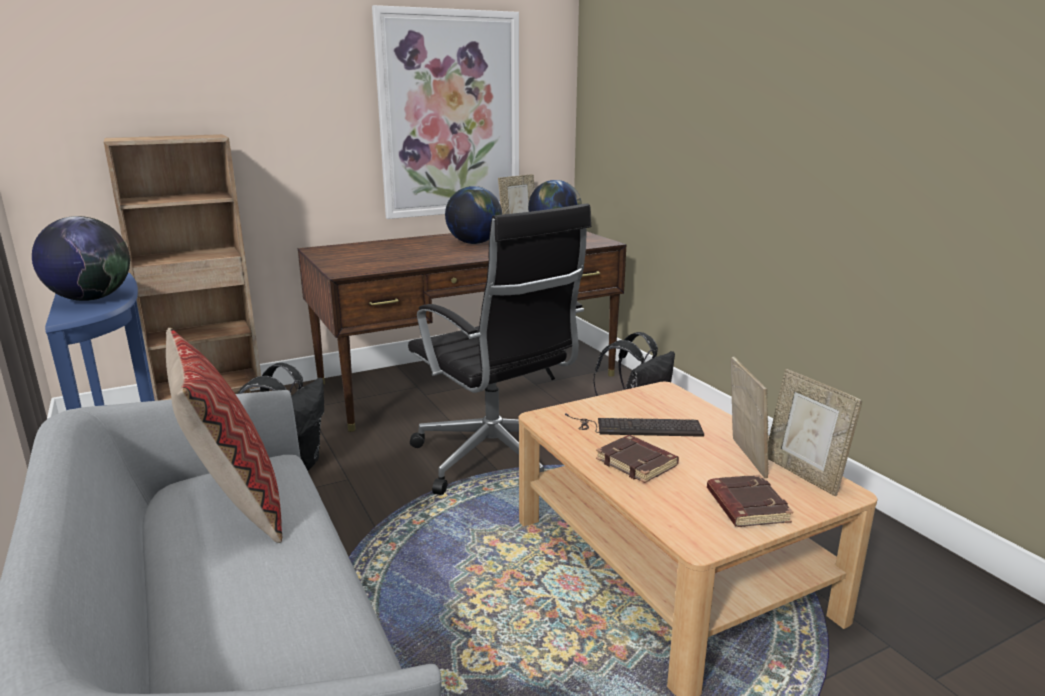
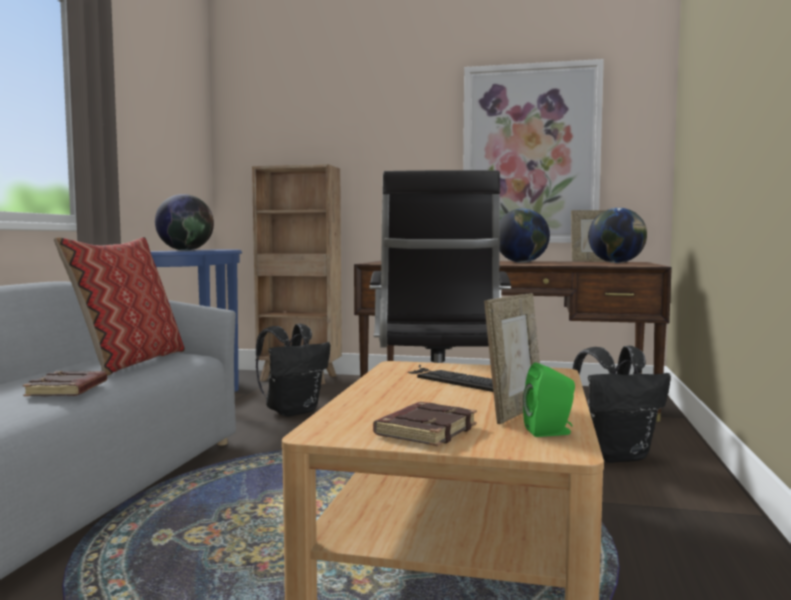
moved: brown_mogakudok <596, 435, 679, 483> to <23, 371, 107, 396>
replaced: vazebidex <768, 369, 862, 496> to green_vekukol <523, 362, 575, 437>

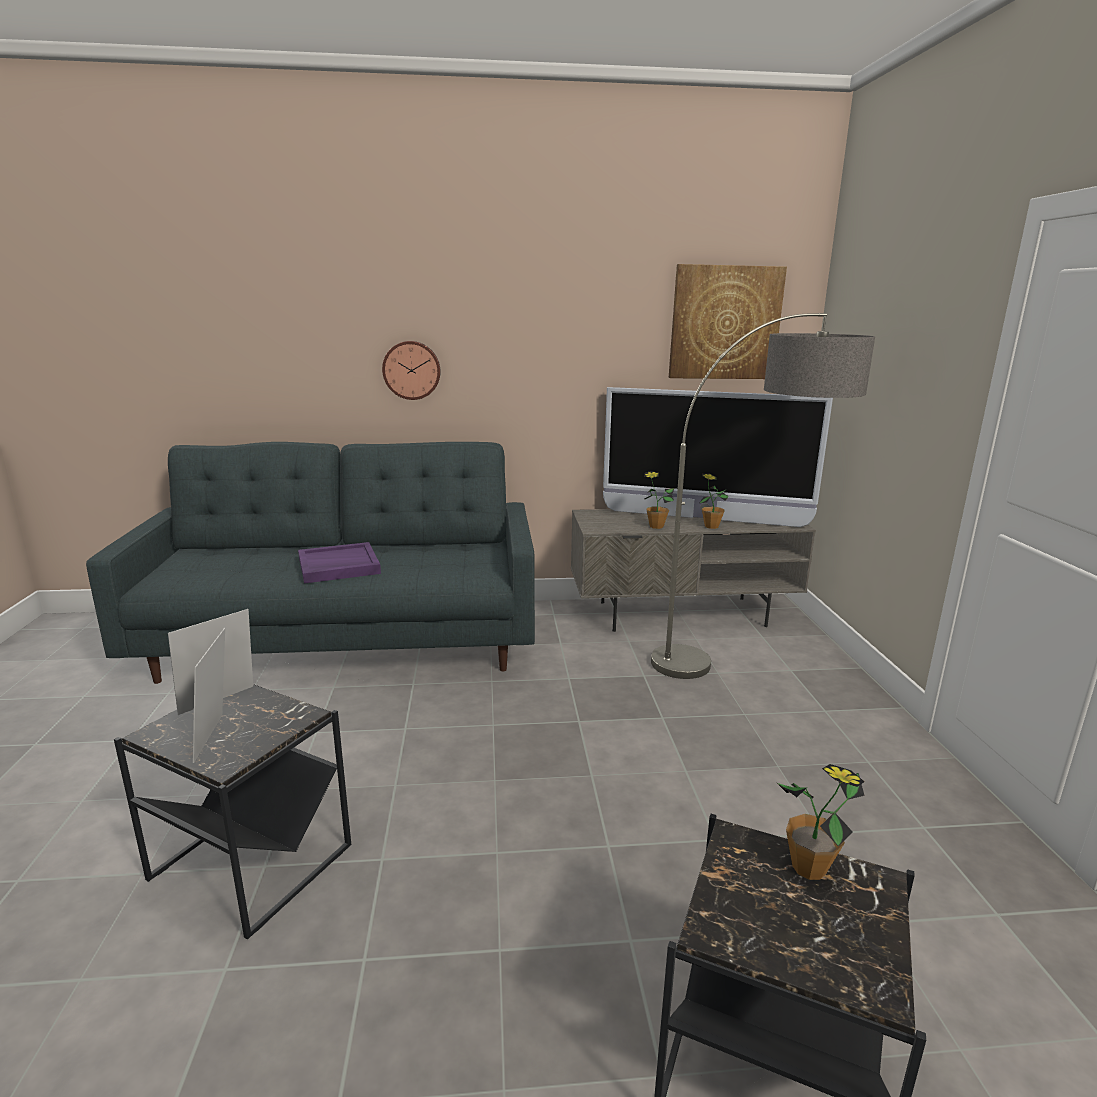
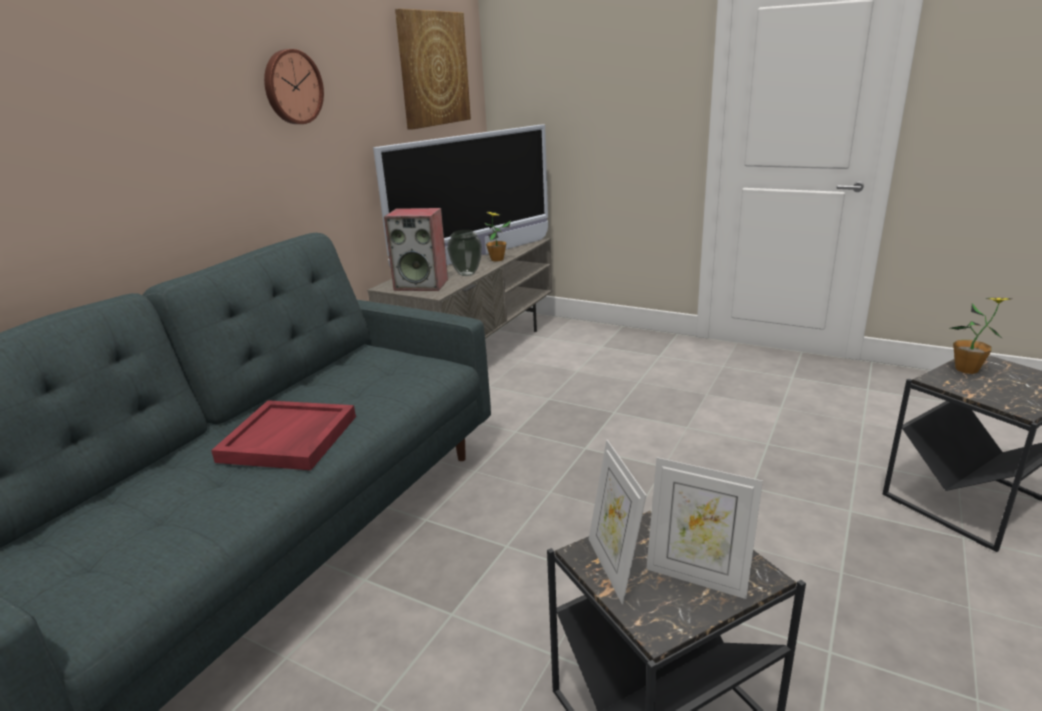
removed: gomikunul <651, 313, 875, 679>
added: vekukol <384, 208, 448, 291>
moved: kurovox <382, 341, 441, 400> to <264, 49, 324, 124>
replaced: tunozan <644, 471, 674, 529> to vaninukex <447, 230, 482, 276>
recoloured: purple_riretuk <298, 542, 381, 584> to red_riretuk <211, 400, 356, 470>

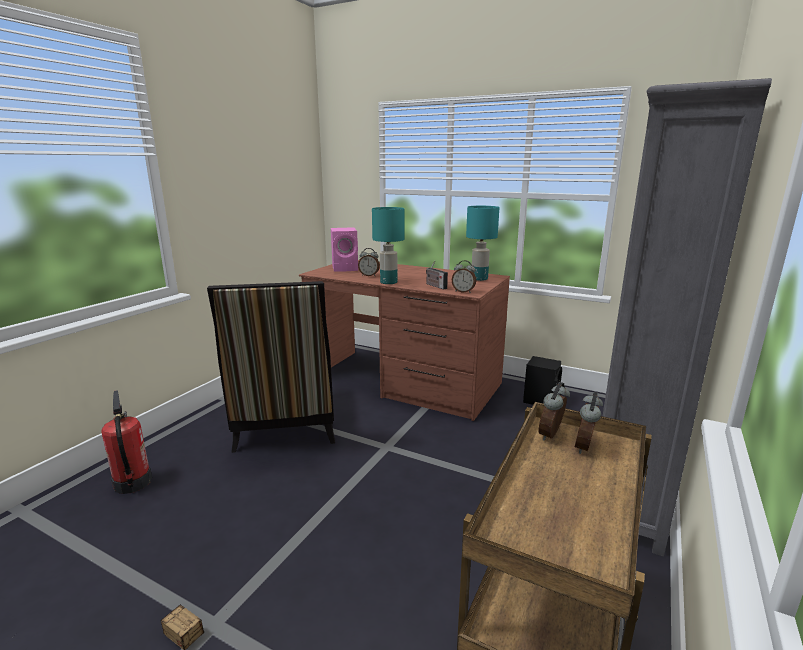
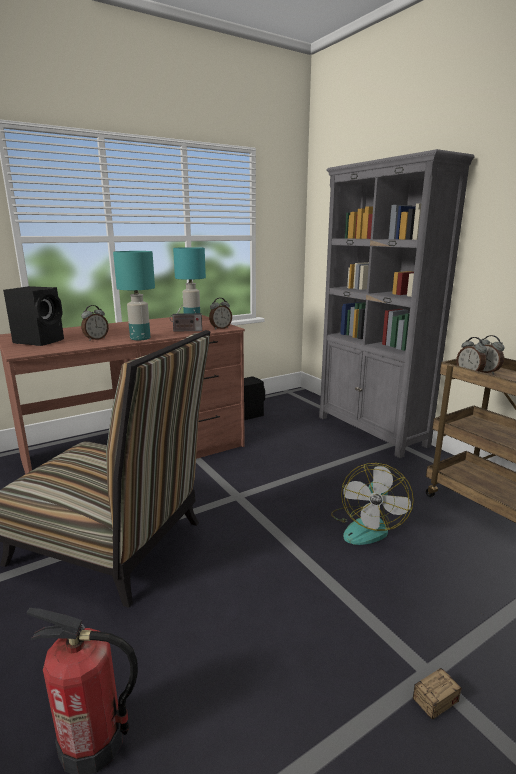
added: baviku <331, 463, 414, 545>
recoloured: pink_vekukol <331, 227, 358, 272> to black_vekukol <3, 286, 64, 346>

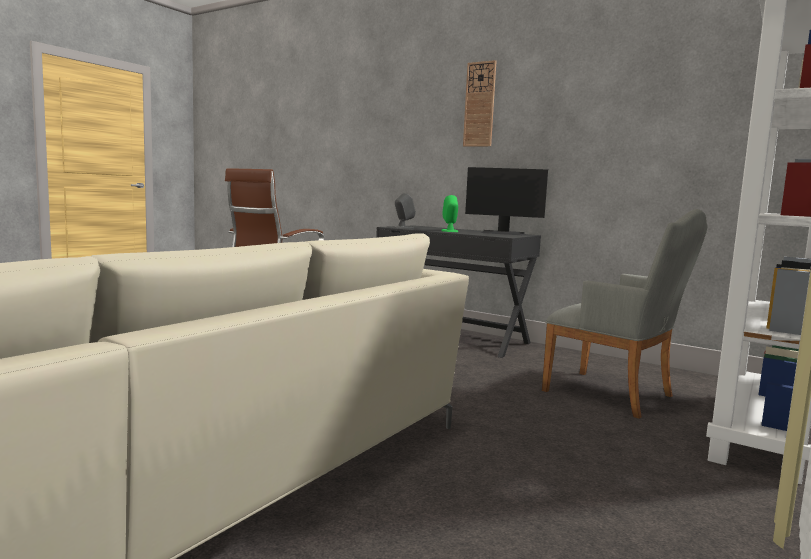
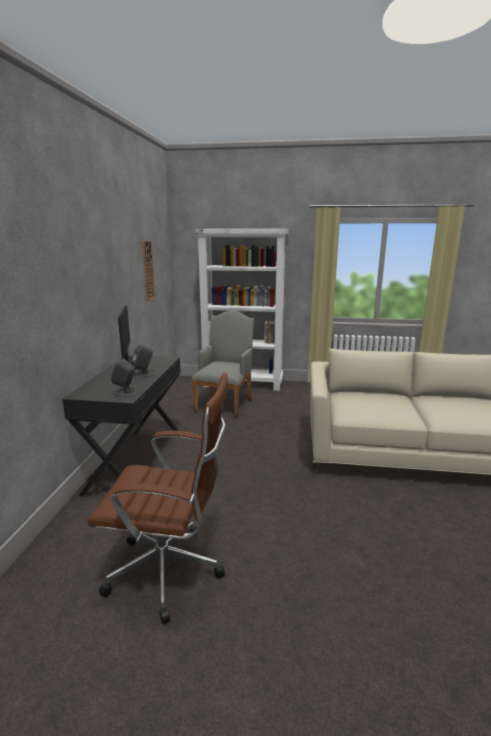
moved: kurovox <463, 60, 496, 147> to <142, 240, 156, 301>
recoloured: green_vekukol <441, 195, 458, 232> to grey_vekukol <131, 344, 154, 379>

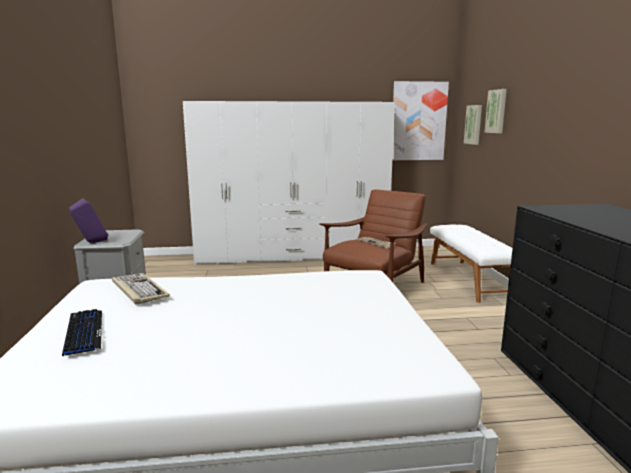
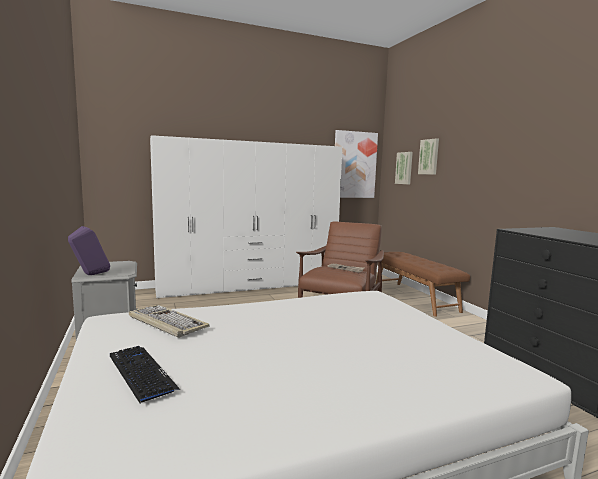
recoloured: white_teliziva <430, 225, 513, 303> to brown_teliziva <375, 252, 470, 317>

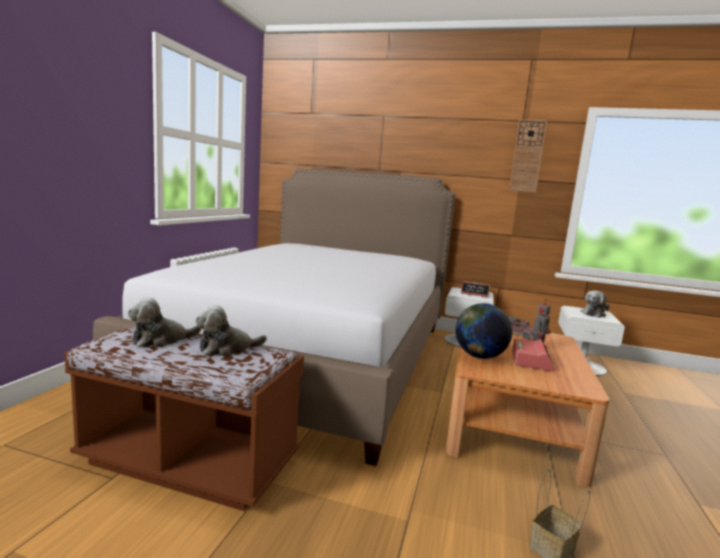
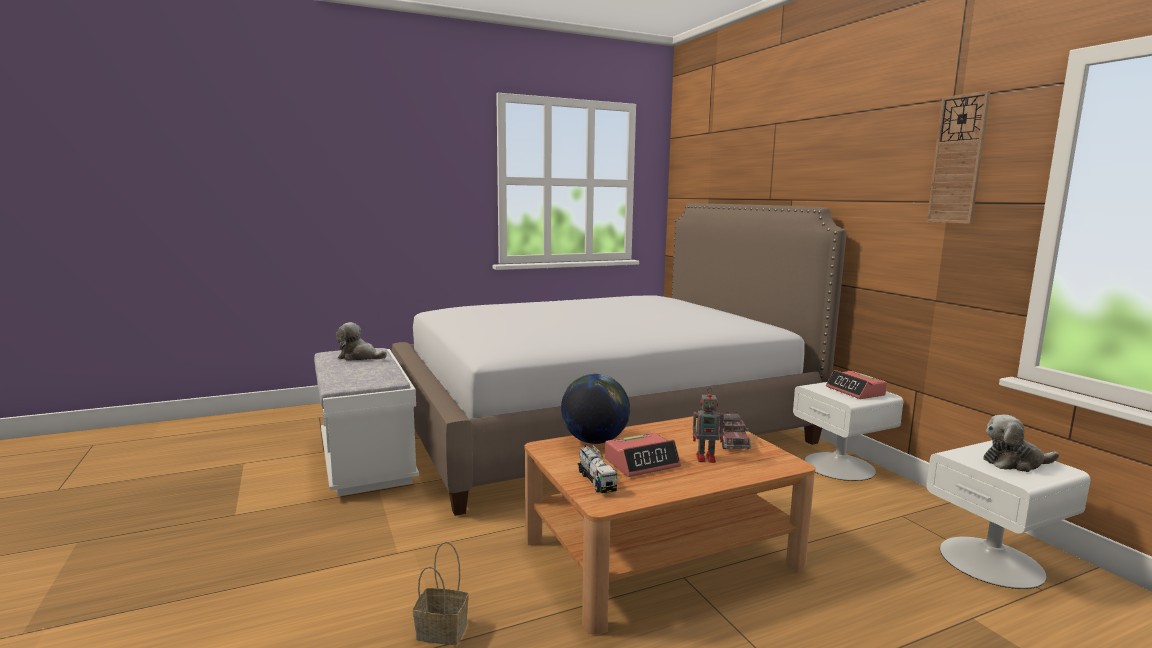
removed: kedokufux <195, 305, 267, 356>
added: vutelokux <577, 444, 617, 493>
recoloured: brown_teliziva <64, 326, 304, 511> to white_teliziva <314, 348, 419, 496>

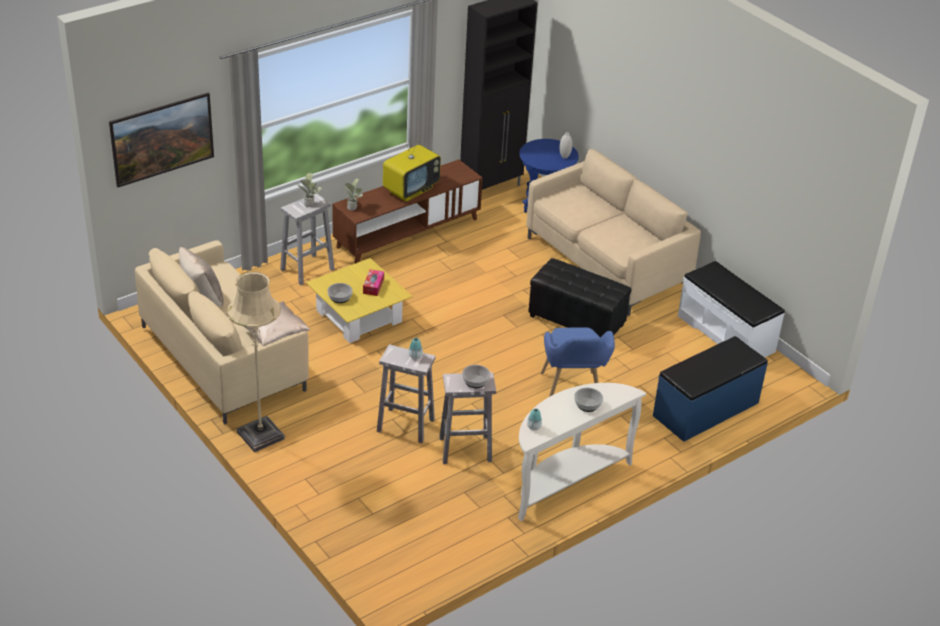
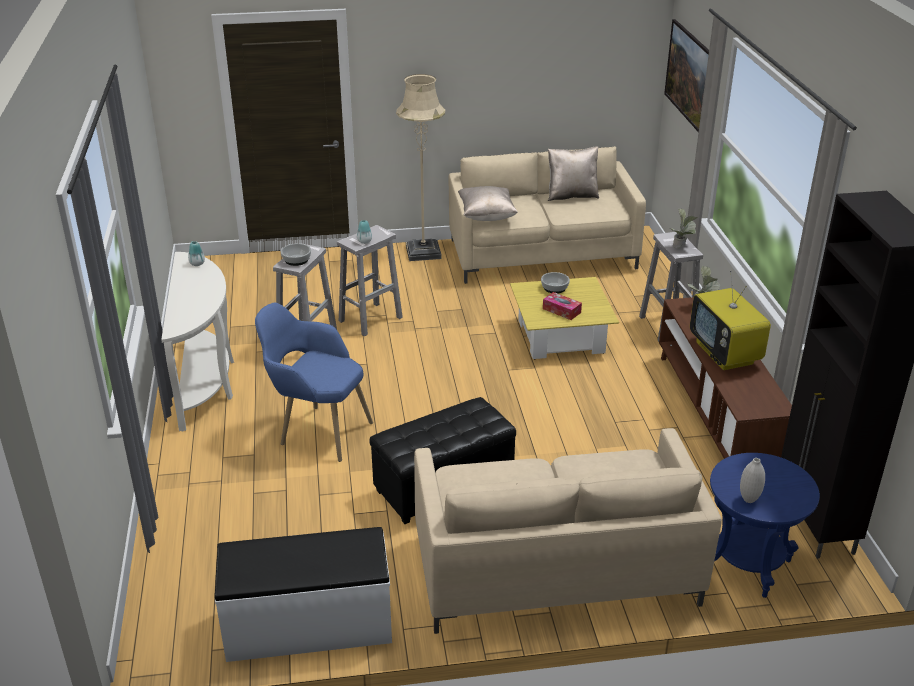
removed: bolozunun <574, 388, 603, 412>; blue_teliziva <653, 336, 768, 442>

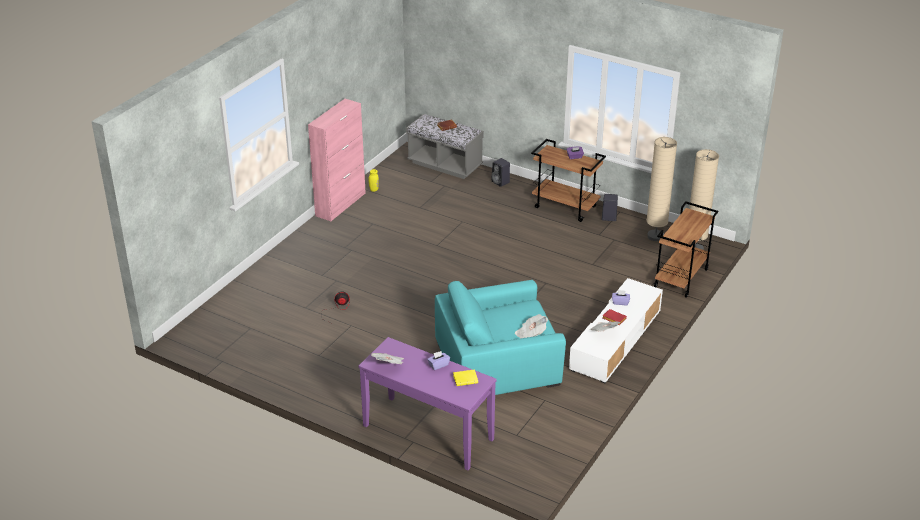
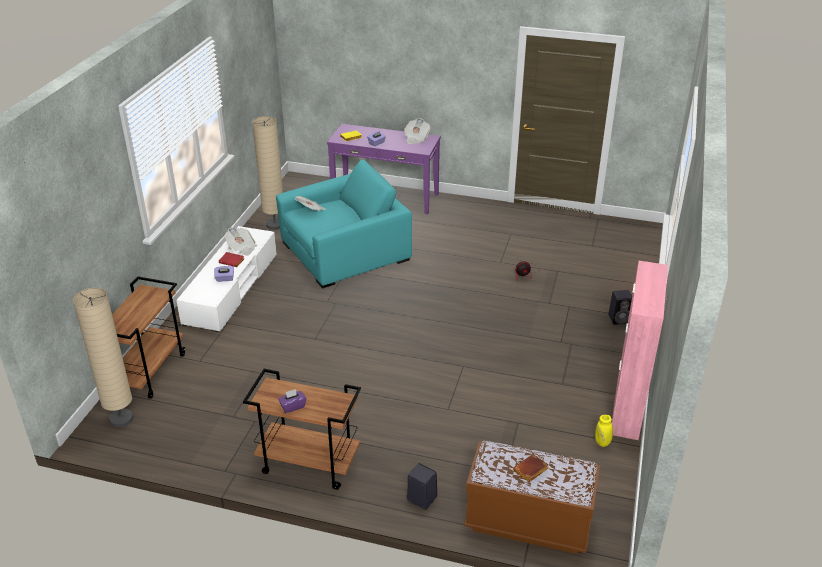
moved: black_vekukol <602, 194, 618, 221> to <608, 290, 632, 325>; beige_gomikunul <646, 137, 677, 241> to <252, 116, 283, 230>
recoloured: grey_teliziva <406, 114, 484, 179> to brown_teliziva <464, 441, 600, 554>

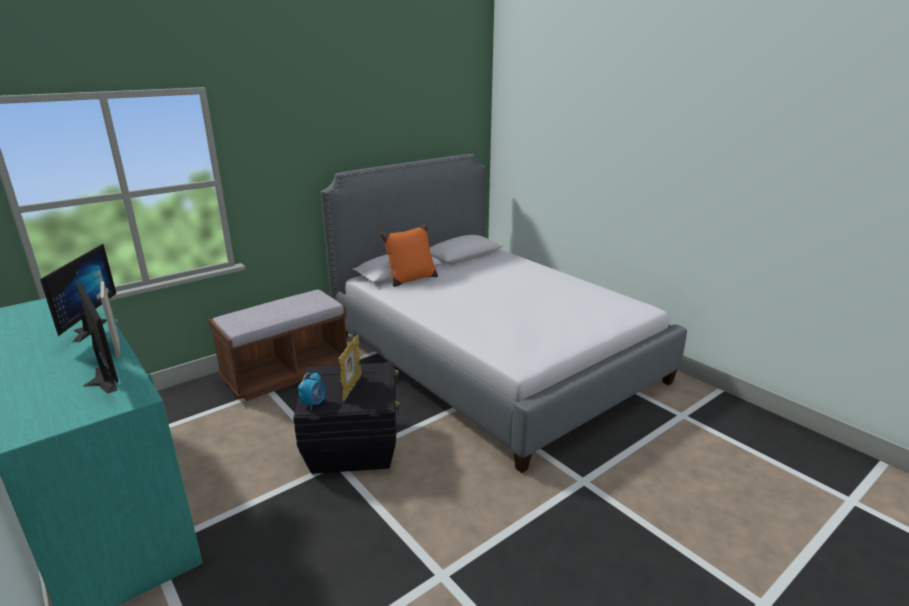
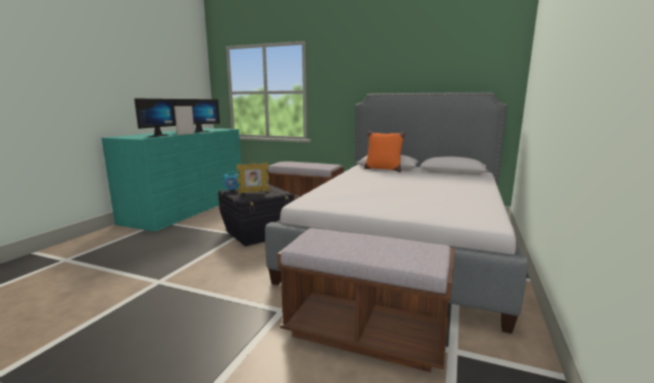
added: brown_teliziva <278, 228, 455, 372>

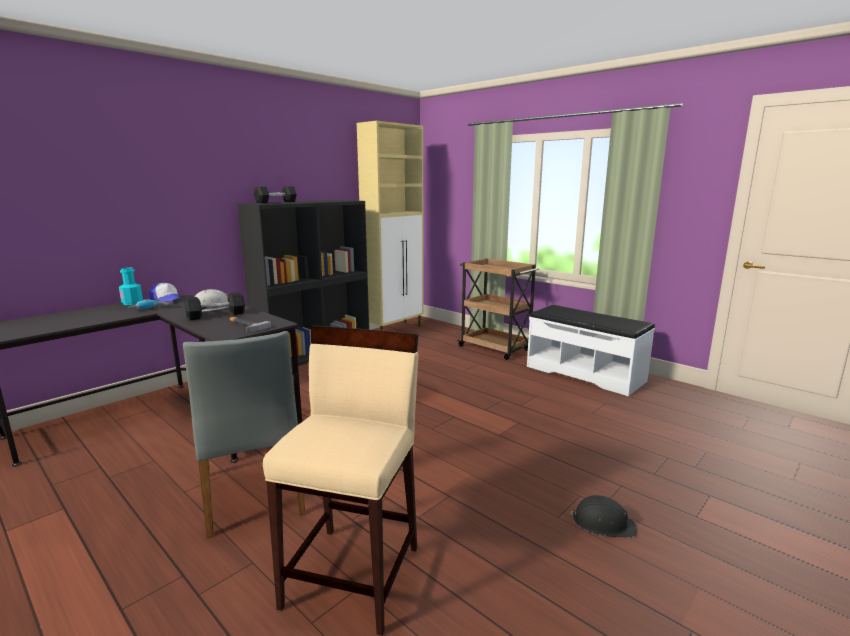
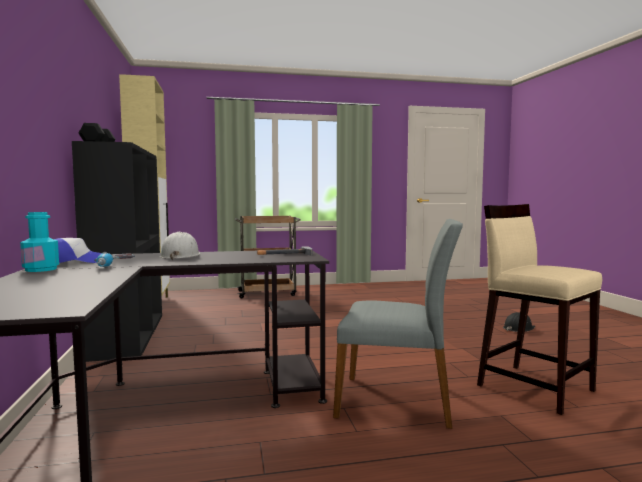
removed: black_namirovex <184, 292, 245, 320>; white_teliziva <527, 305, 655, 396>

